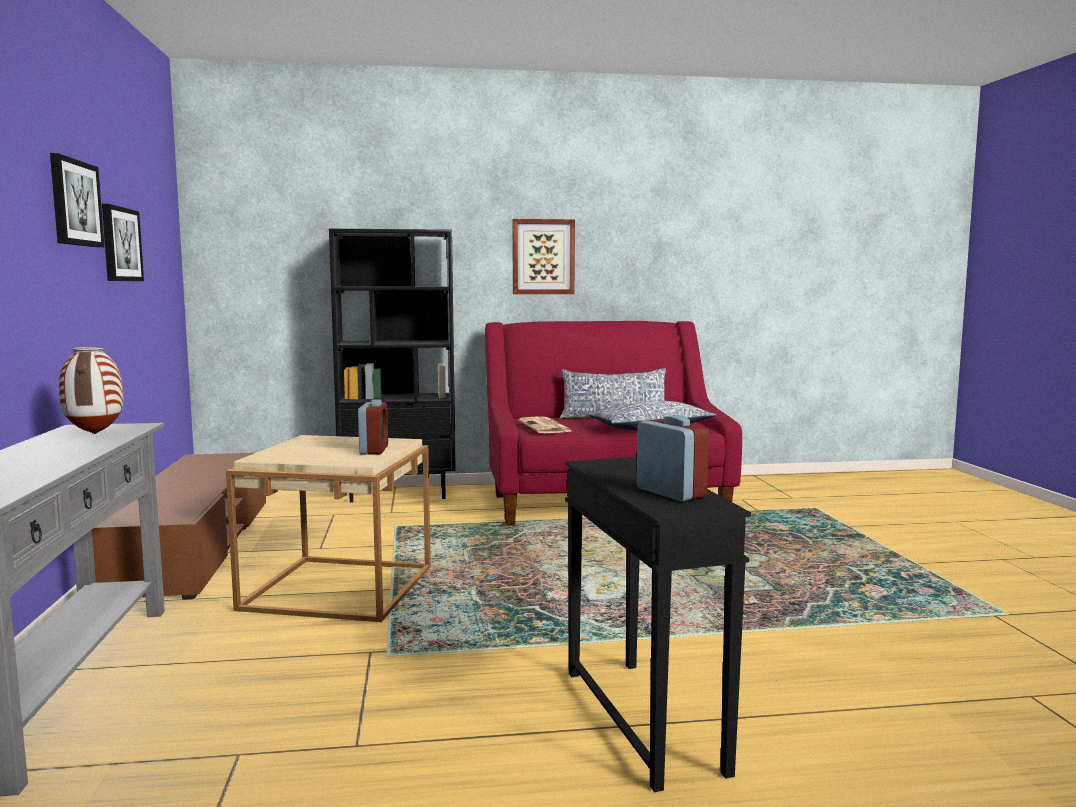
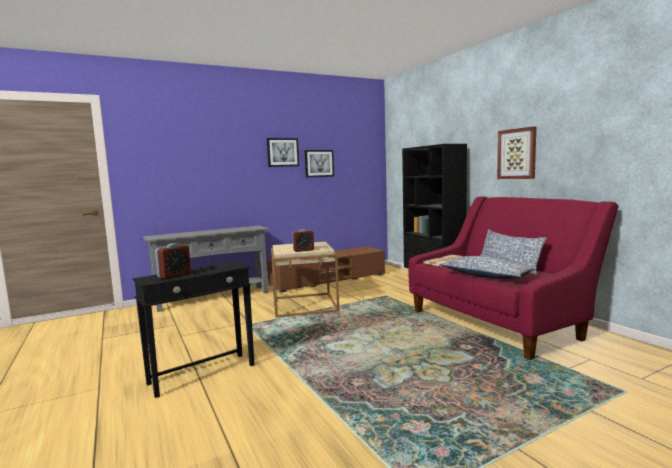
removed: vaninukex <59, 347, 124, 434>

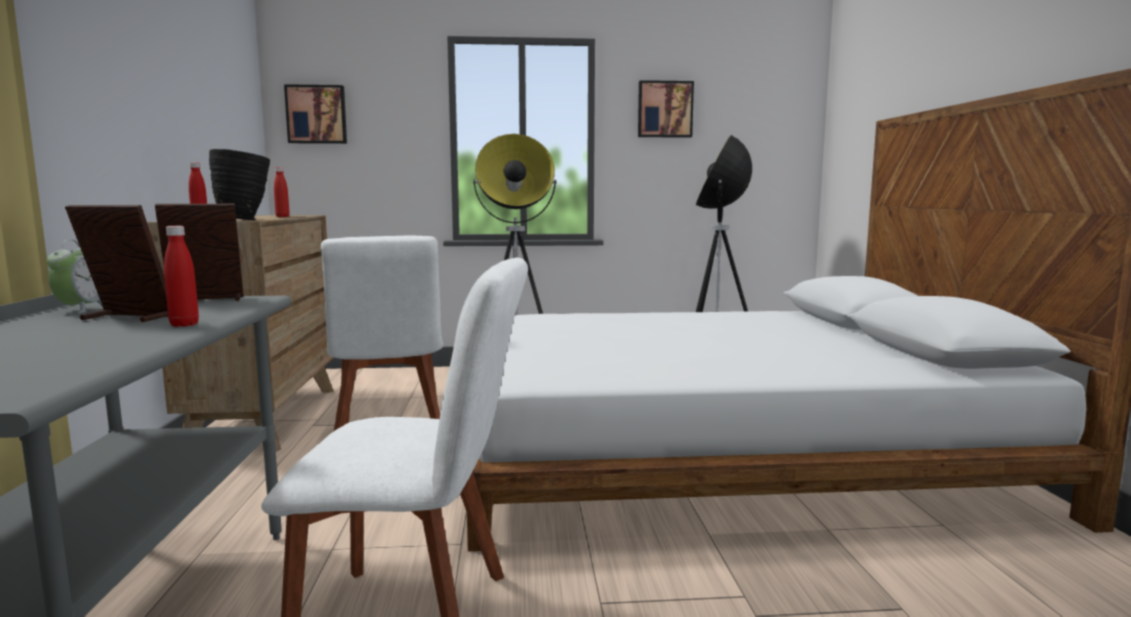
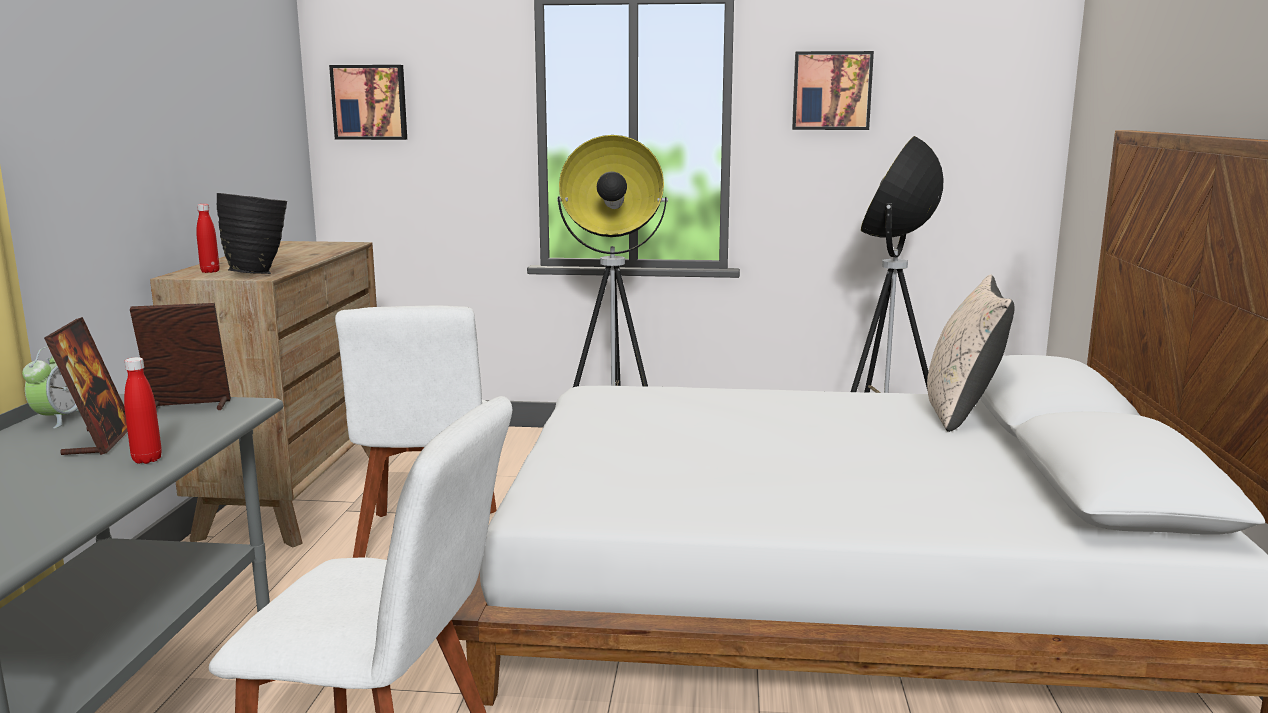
removed: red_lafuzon <274, 167, 289, 217>
added: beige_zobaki <927, 275, 1014, 432>
turned: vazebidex <65, 205, 168, 322> = <44, 317, 128, 455> 60 degrees clockwise

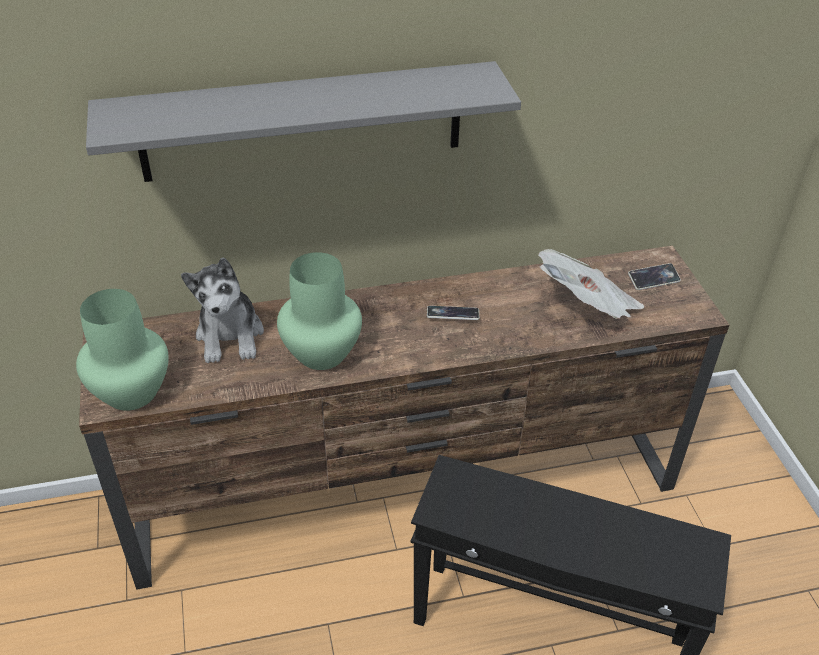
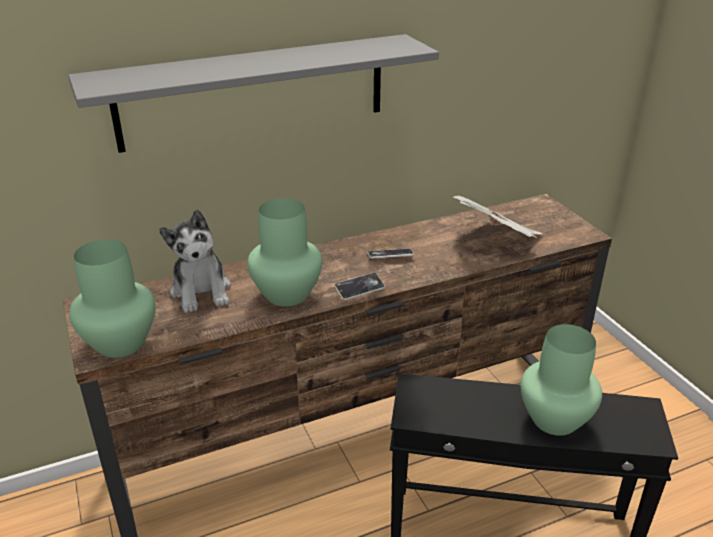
added: green_vaninukex <520, 324, 602, 436>
moved: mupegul <628, 263, 681, 290> to <334, 273, 385, 300>

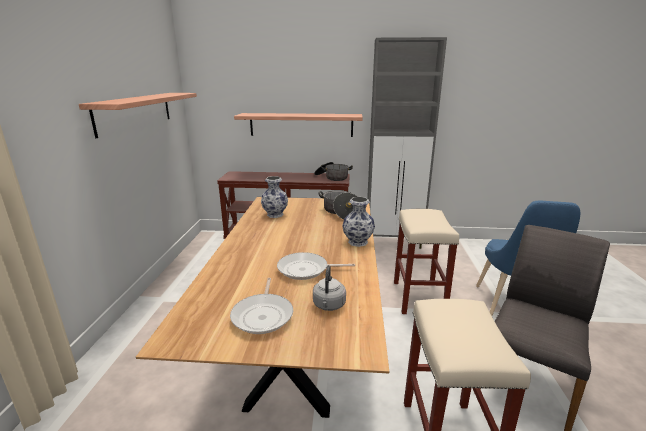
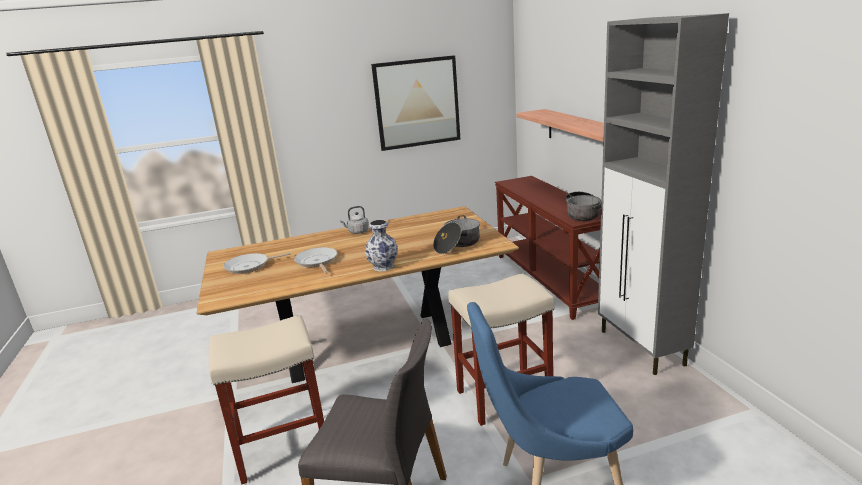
removed: vaninukex <261, 176, 288, 218>
moved: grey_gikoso <313, 265, 346, 311> to <340, 206, 369, 234>
replaced: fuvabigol <79, 93, 197, 138> to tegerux <371, 55, 461, 151>

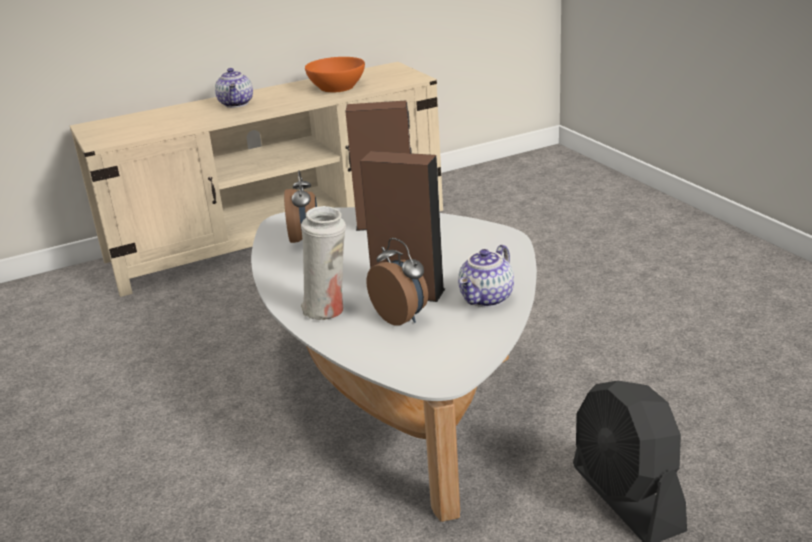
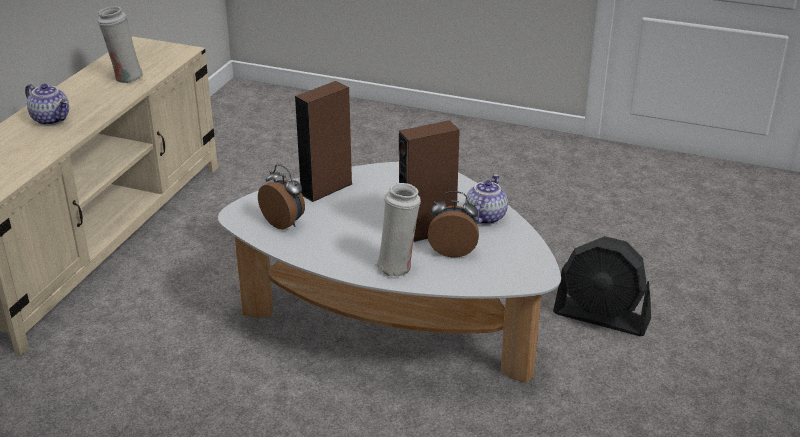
replaced: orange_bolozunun <305, 57, 365, 93> to white_vaninukex <98, 6, 143, 83>
turned: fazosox <458, 244, 514, 307> = <465, 174, 508, 225> 150 degrees counterclockwise

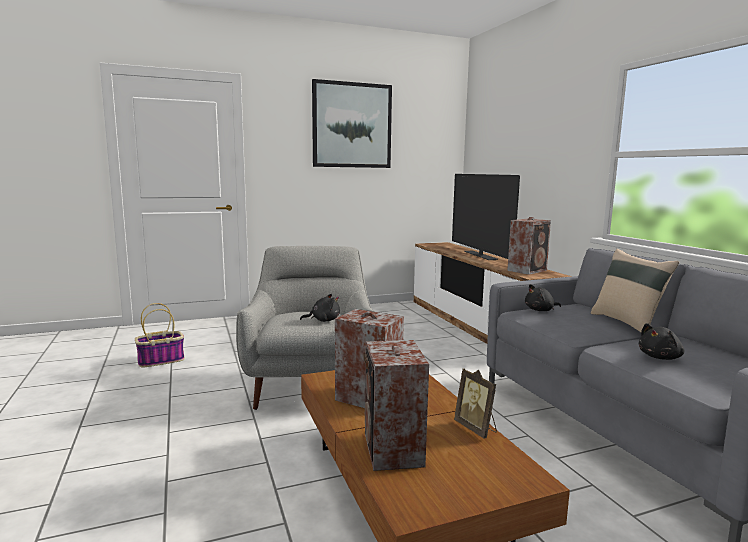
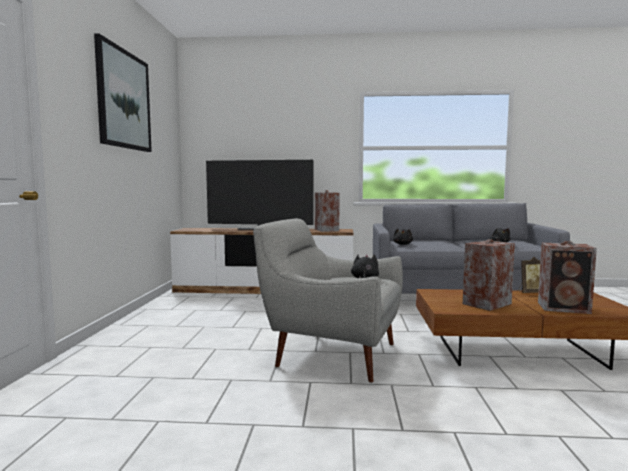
removed: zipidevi <135, 303, 185, 367>; beige_zobaki <591, 249, 679, 332>

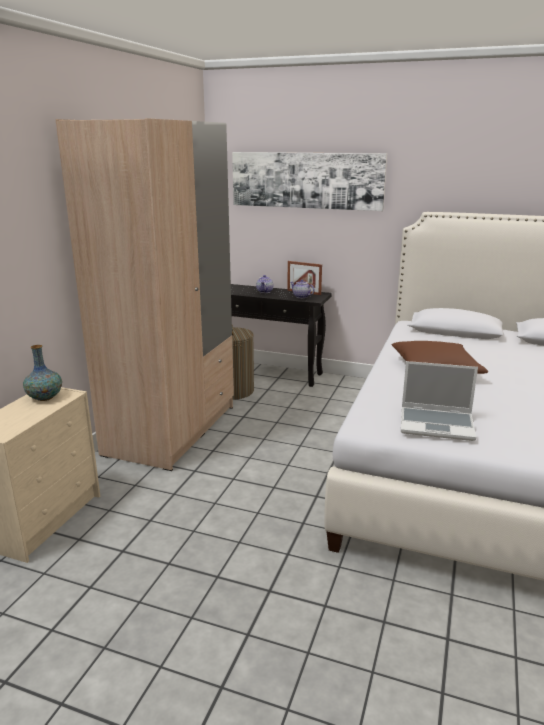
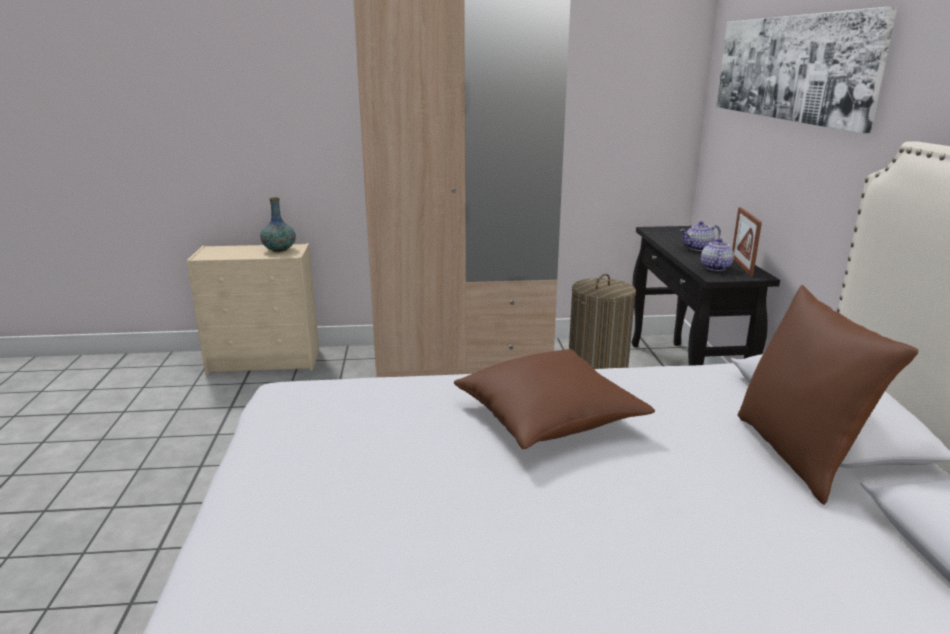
removed: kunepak <401, 361, 478, 441>
added: brown_zobaki <738, 285, 918, 505>

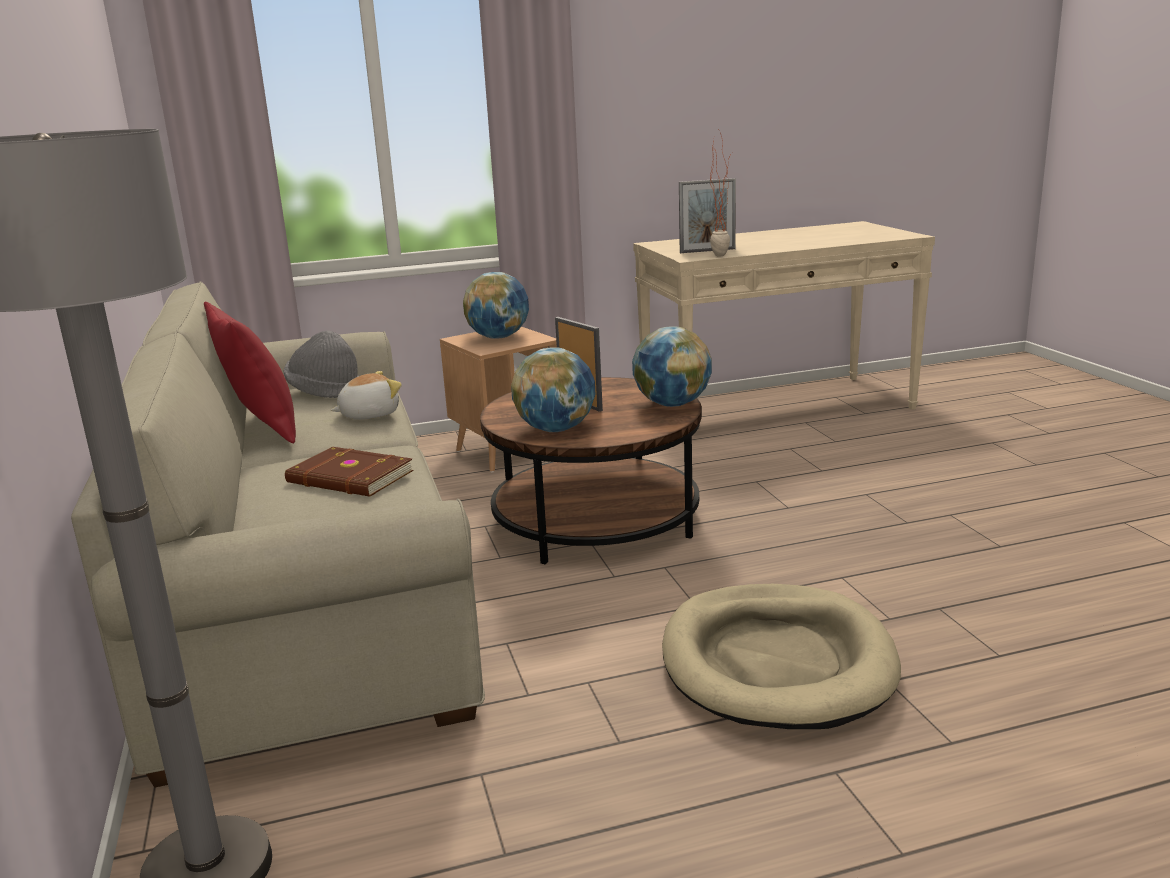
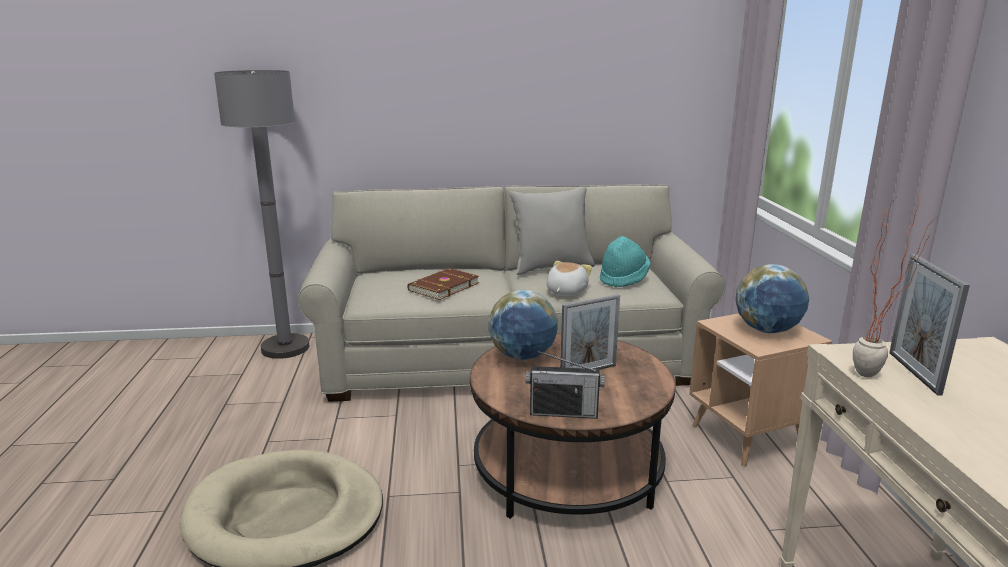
replaced: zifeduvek <632, 326, 712, 407> to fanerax <526, 351, 605, 419>
recoloured: red_zobaki <204, 302, 296, 443> to grey_zobaki <509, 187, 595, 275>; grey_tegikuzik <283, 331, 359, 398> to turquoise_tegikuzik <600, 236, 651, 288>
turned: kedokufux <331, 371, 402, 419> = <546, 261, 592, 296> 135 degrees counterclockwise

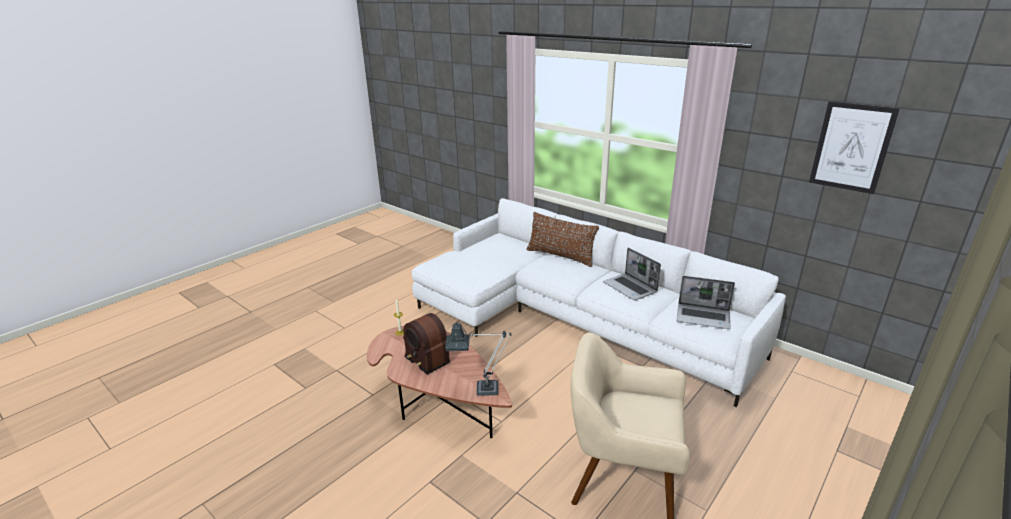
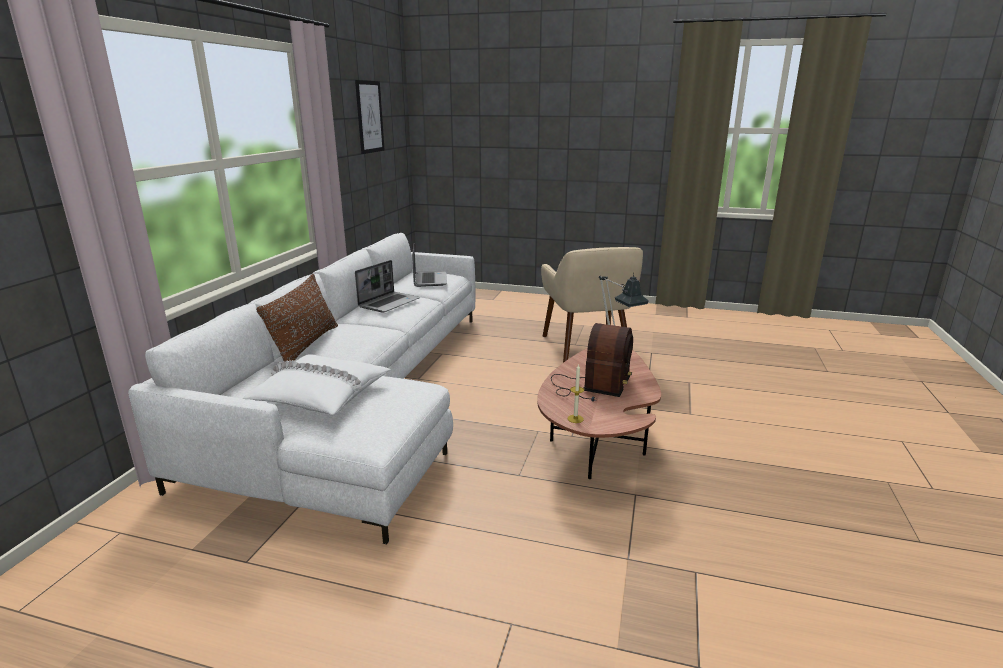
added: white_zobaki <243, 354, 391, 415>

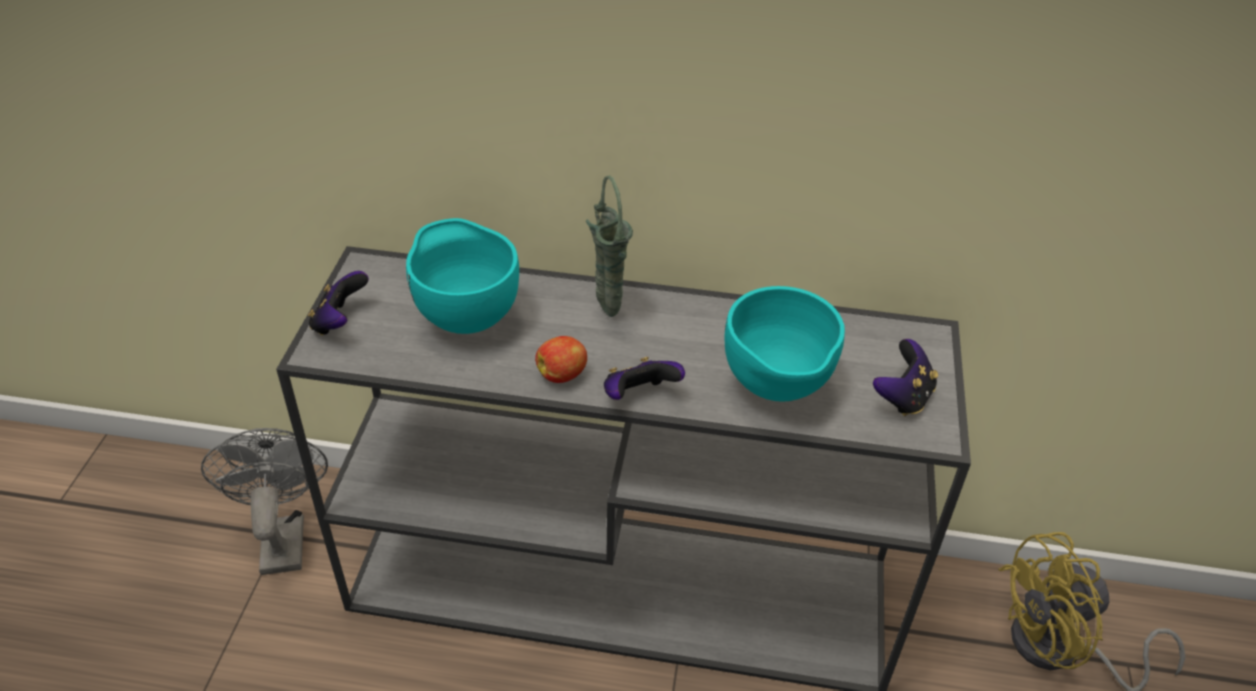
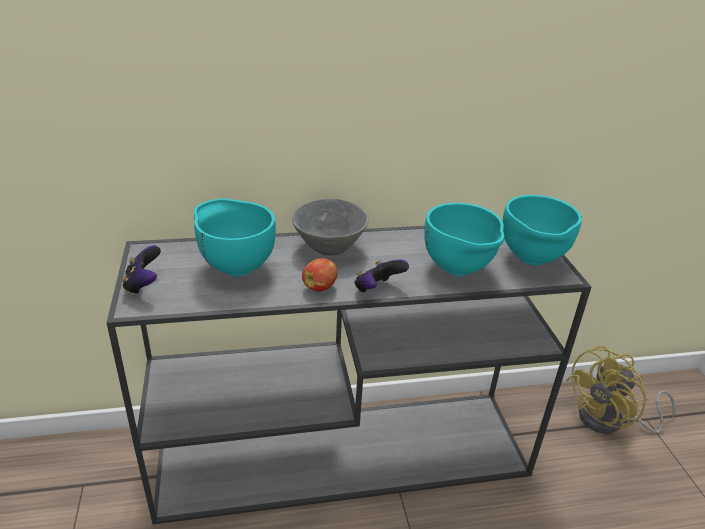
removed: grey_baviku <201, 428, 328, 575>
replaced: green_vaninukex <586, 175, 633, 317> to grey_bolozunun <292, 198, 369, 256>; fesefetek <873, 339, 938, 416> to turquoise_bolozunun <503, 195, 582, 265>

